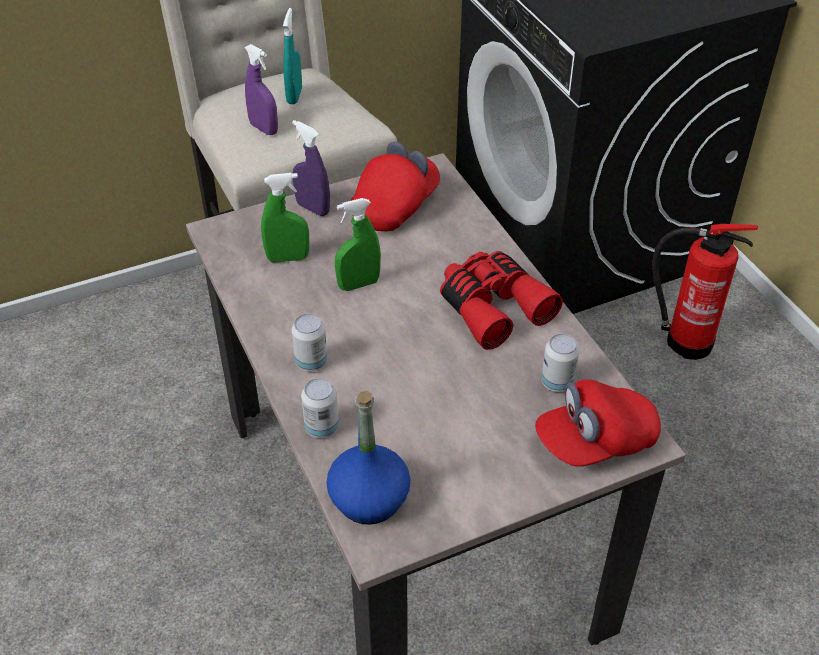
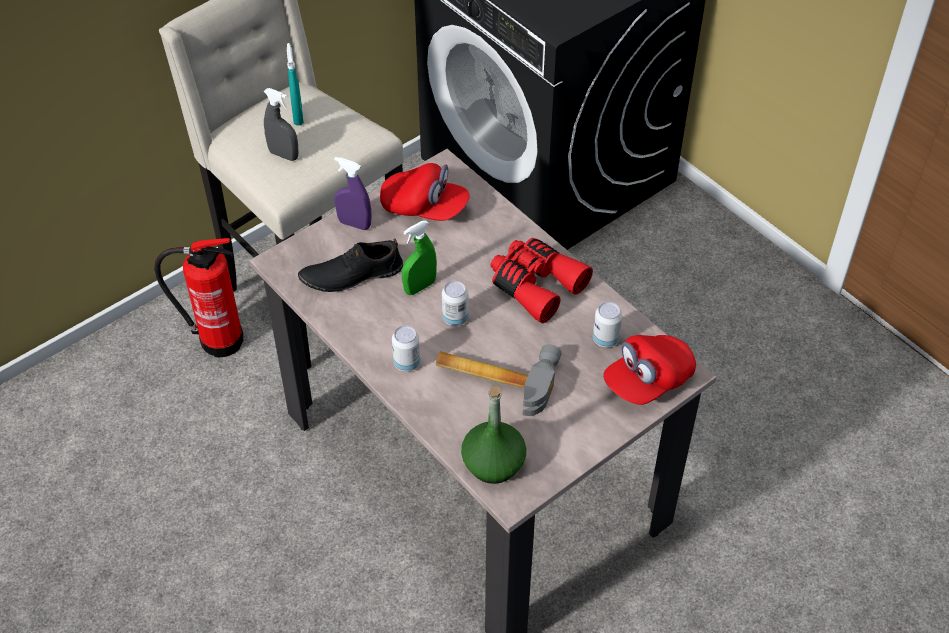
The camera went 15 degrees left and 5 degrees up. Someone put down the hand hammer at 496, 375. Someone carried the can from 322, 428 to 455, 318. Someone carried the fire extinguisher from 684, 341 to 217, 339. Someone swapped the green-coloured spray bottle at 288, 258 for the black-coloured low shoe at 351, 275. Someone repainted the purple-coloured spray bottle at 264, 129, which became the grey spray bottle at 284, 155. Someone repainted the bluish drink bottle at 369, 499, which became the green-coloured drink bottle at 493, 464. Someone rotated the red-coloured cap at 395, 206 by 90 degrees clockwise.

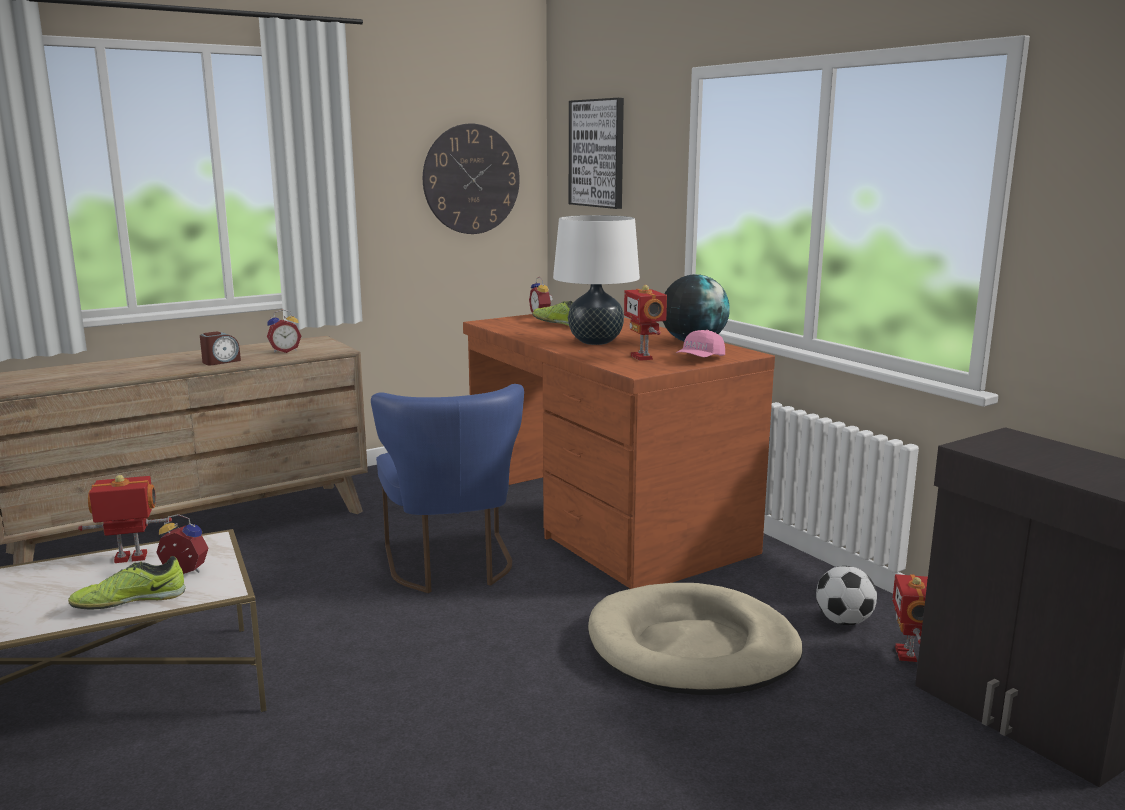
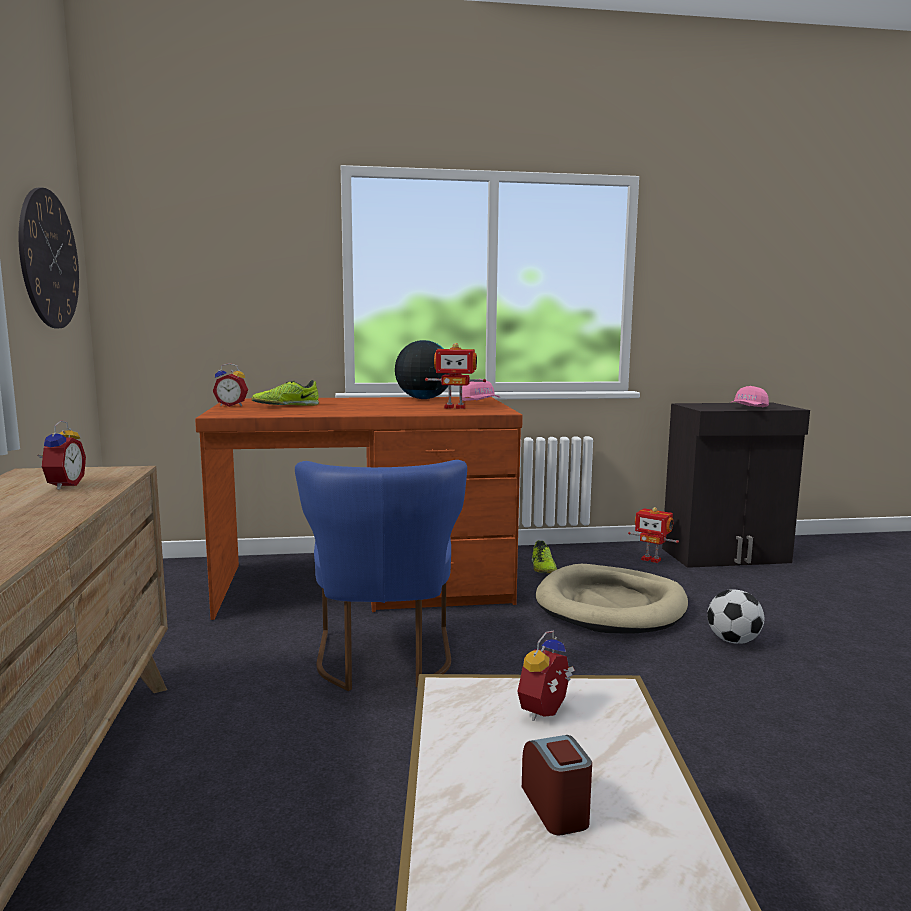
The camera went 65 degrees left and 5 degrees down. Someone took away the toy robot at 130, 558. Someone took away the white-coloured tabletop lamp at 595, 342. Someone took away the wall art at 597, 153. Someone put down the pink-coloured cap at 748, 408. Someone carried the low shoe from 129, 601 to 543, 569. Someone carried the table clock from 221, 361 to 556, 807. Someone carried the ball for football from 843, 621 to 733, 641. Someone rotated the bluish upright chair at 451, 566 by 75 degrees clockwise.

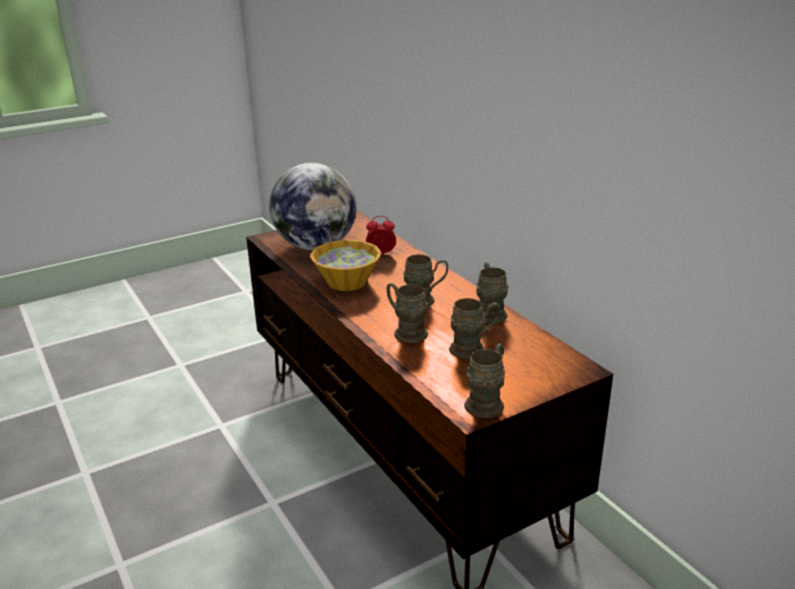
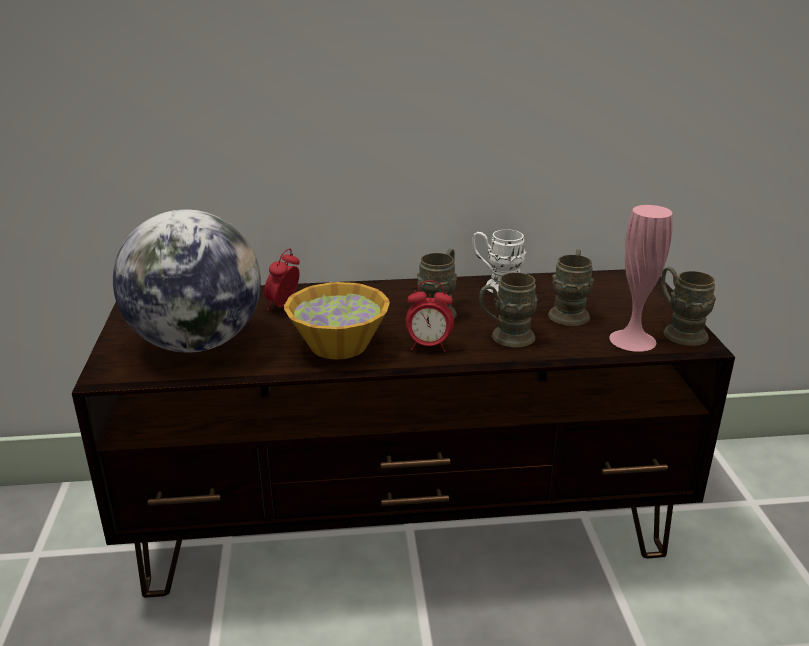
The camera went 65 degrees left and 0 degrees up. Someone put down the table clock at 428, 346. Someone put down the pink-coloured flower vase at 632, 340. Someone repainted the brown-coloured mug at 489, 312, which became the white-coloured mug at 496, 285.

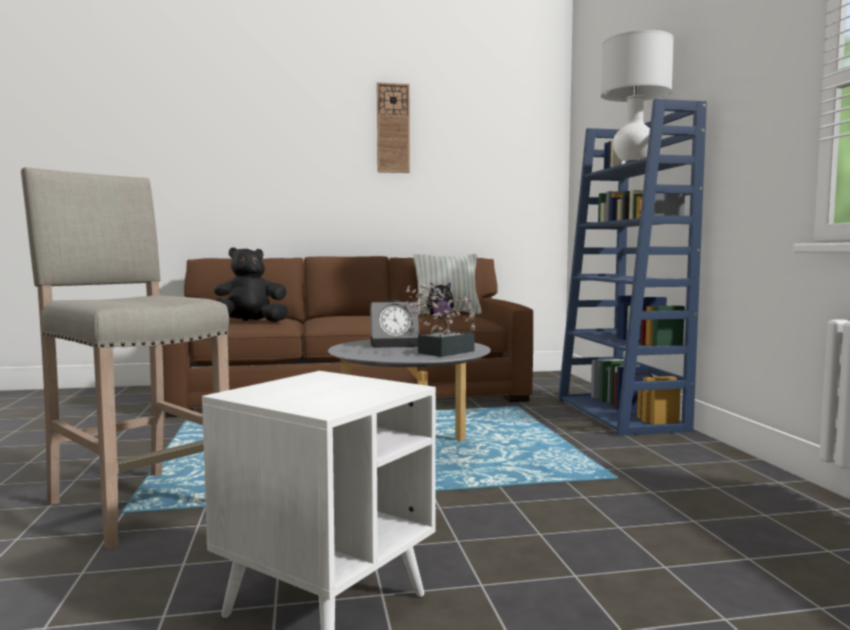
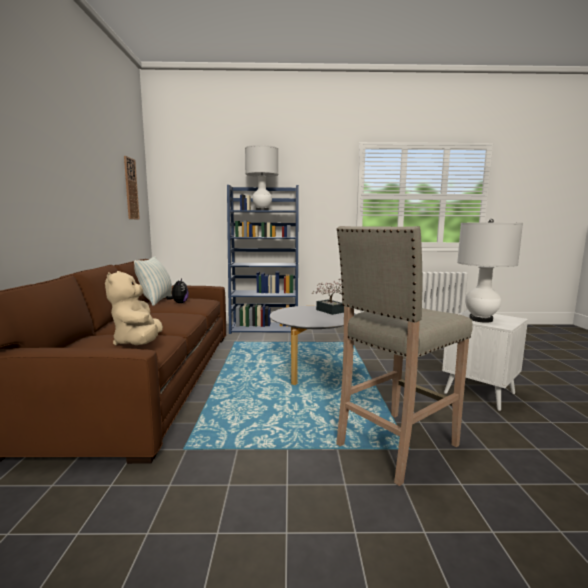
The camera went 80 degrees left and 5 degrees up. Someone took away the table clock at 396, 344. Someone put down the white-coloured tabletop lamp at 481, 319. Someone carried the wall clock from 393, 128 to 131, 189. Someone repainted the black-coloured soft toy at 249, 322, which became the beige soft toy at 139, 343.

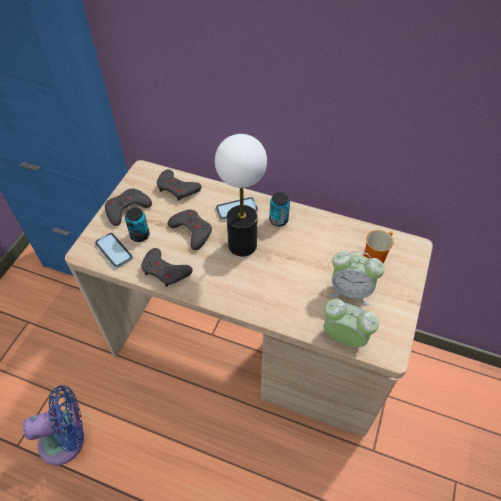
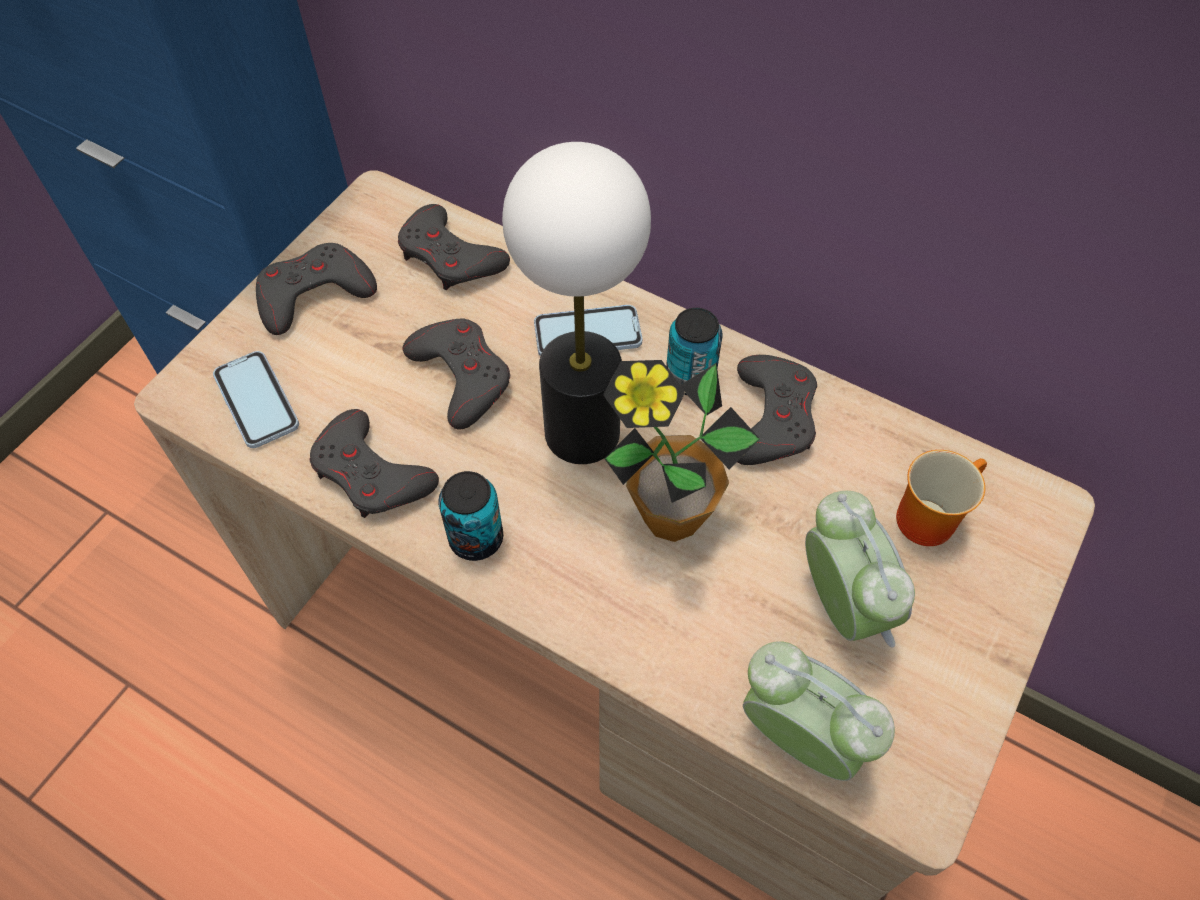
The camera went 10 degrees right and 5 degrees up. Someone took away the bluish electric fan at 67, 440. Someone put down the plant in a pot at 671, 516. Someone put down the grey game controller at 772, 417. Someone carried the can from 140, 235 to 476, 538. Someone rotated the table clock at 350, 291 by 135 degrees counterclockwise.

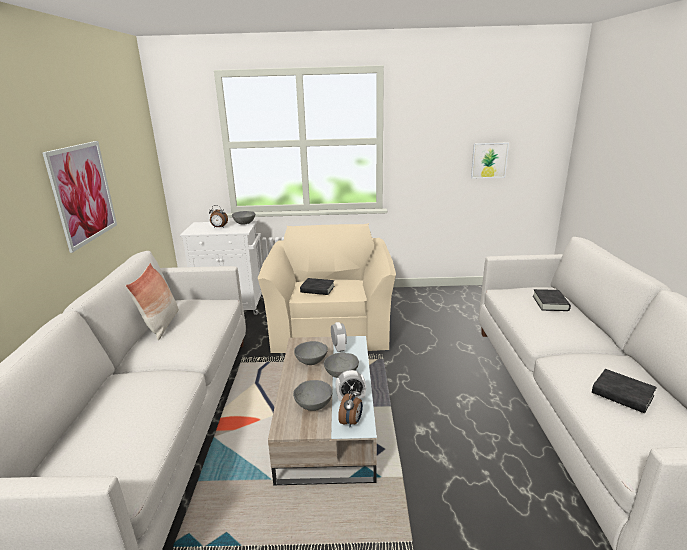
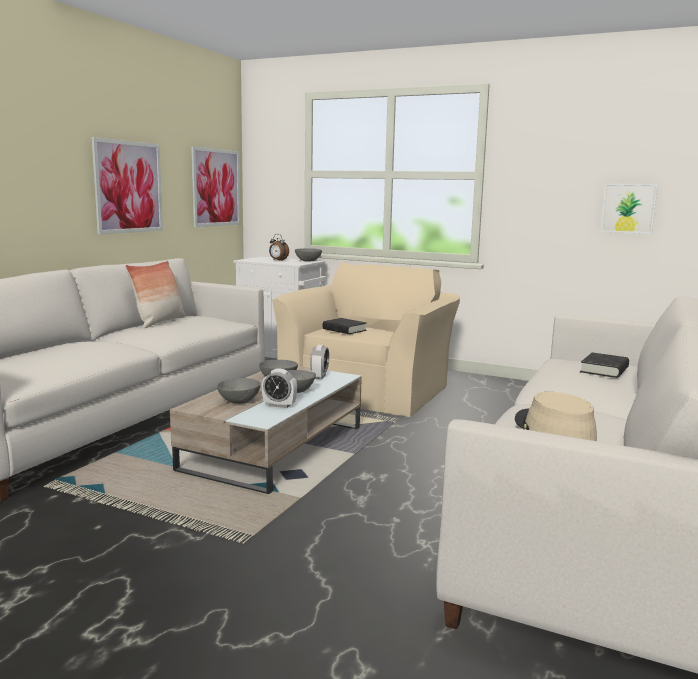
The camera went 25 degrees right and 10 degrees down. Someone took away the table clock at 351, 422. Someone put up the wall art at 216, 187. Someone swapped the black-coloured book at 622, 395 for the beige wearable hat at 553, 430.

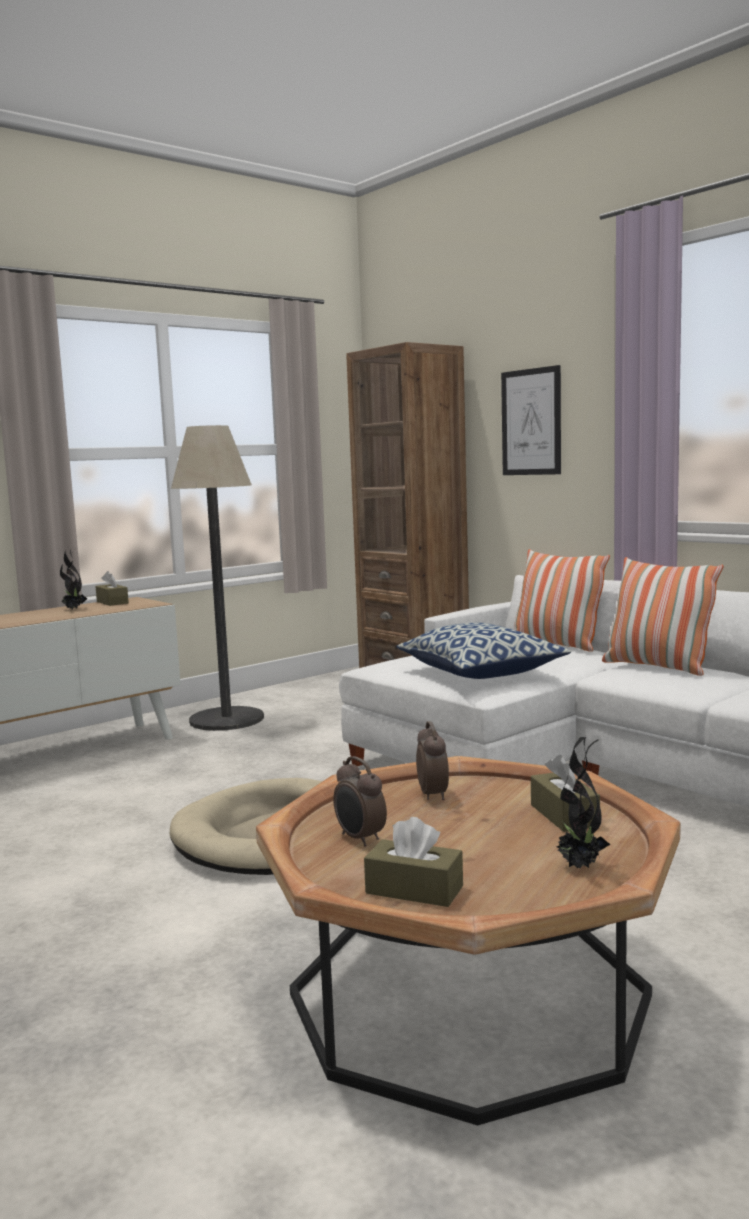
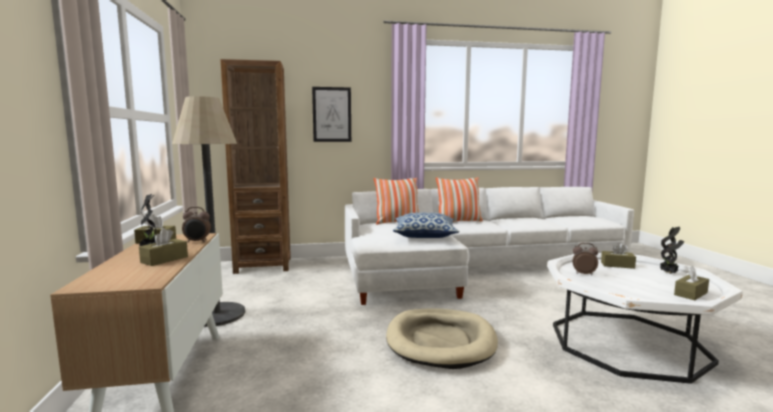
The camera went 60 degrees left and 0 degrees up. Someone put down the brown-coloured tissue holder at 164, 259. Someone carried the table clock from 359, 839 to 197, 241. Someone repainted the brown-coloured low table at 468, 995, which became the white-coloured low table at 627, 343.

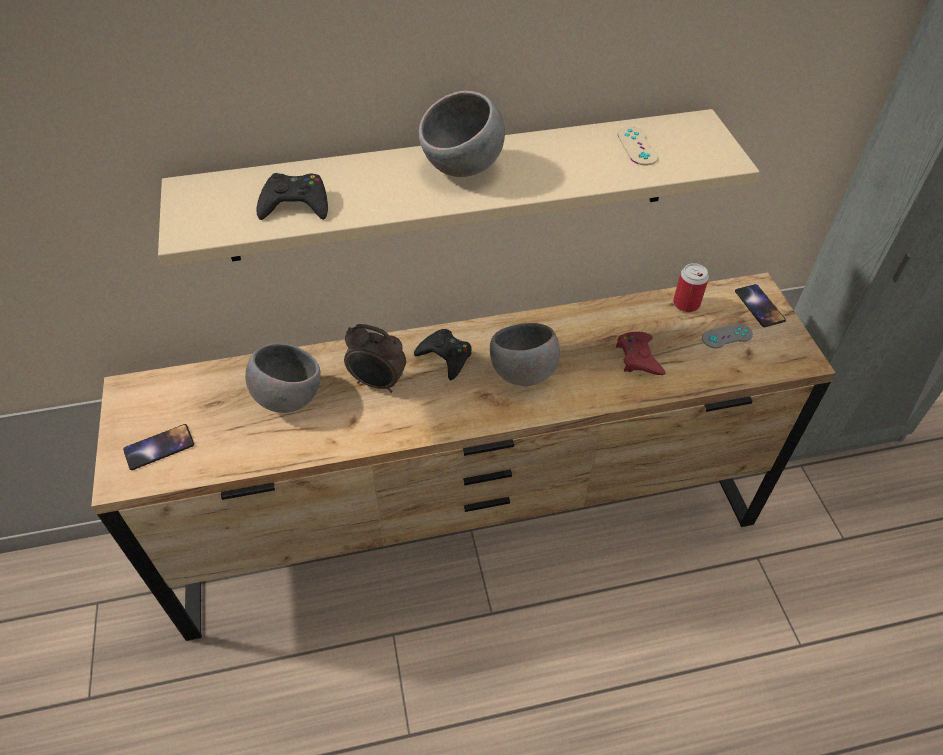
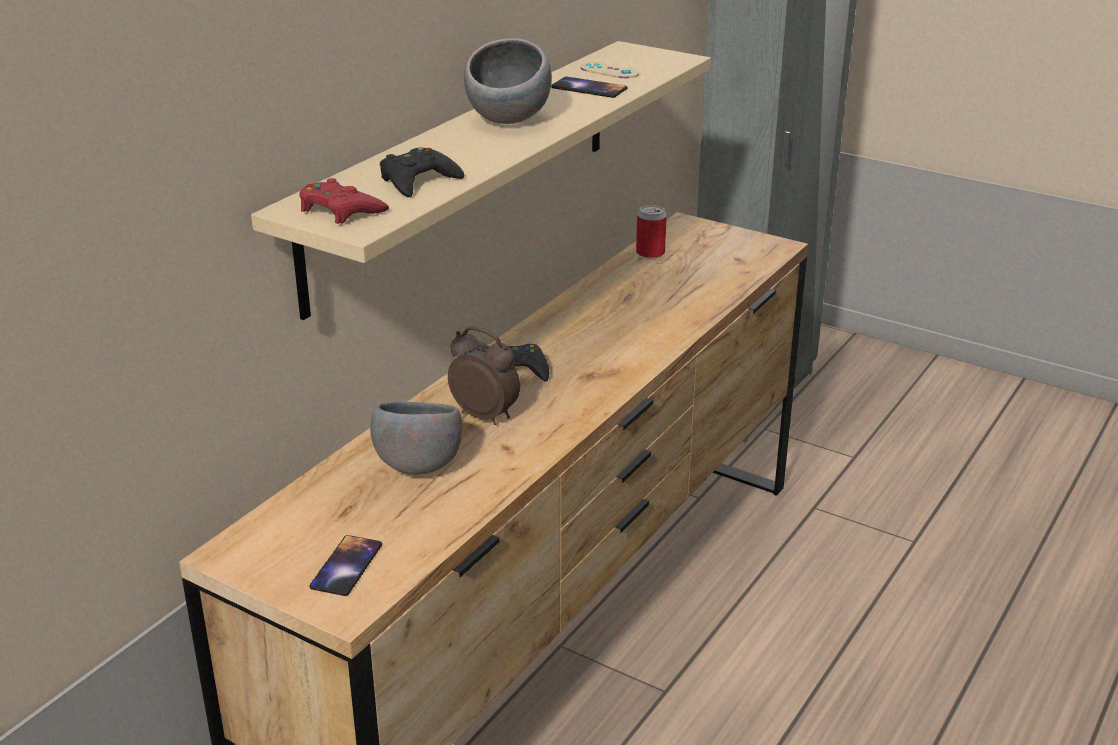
The camera went 45 degrees left and 20 degrees down. Someone took away the grey serving bowl at 523, 374. Someone took away the grey game controller at 727, 336. Someone carried the red-coloured game controller from 638, 358 to 340, 210. Someone carried the handset from 759, 306 to 589, 88. Someone rotated the table clock at 377, 383 by 120 degrees counterclockwise.

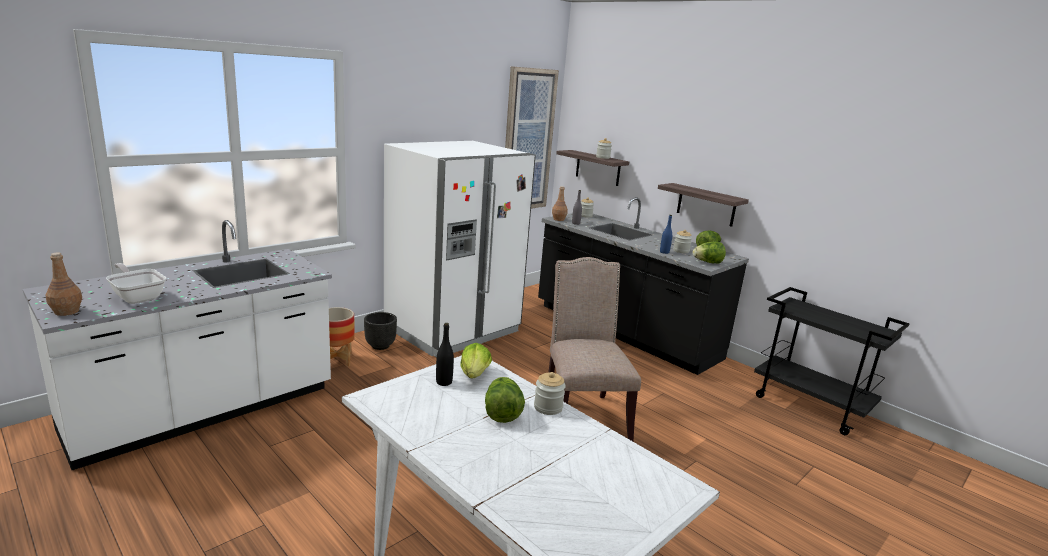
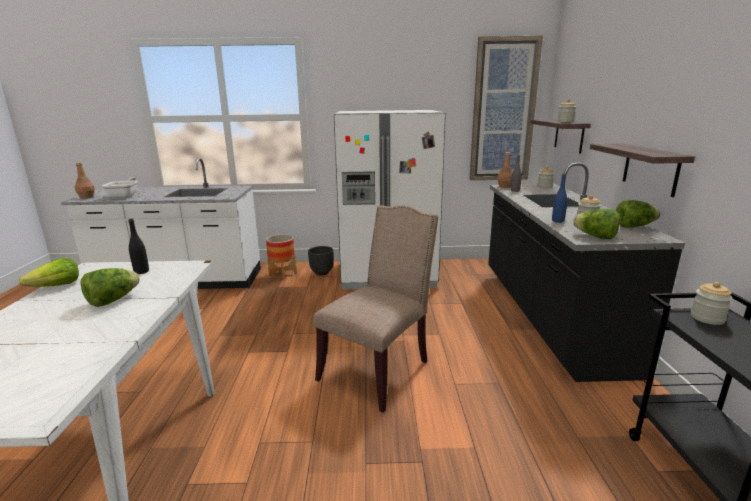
The camera went 45 degrees right and 0 degrees up. Someone carried the lettuce from 475, 374 to 56, 286. Someone carried the preserve jar from 548, 407 to 707, 318.

